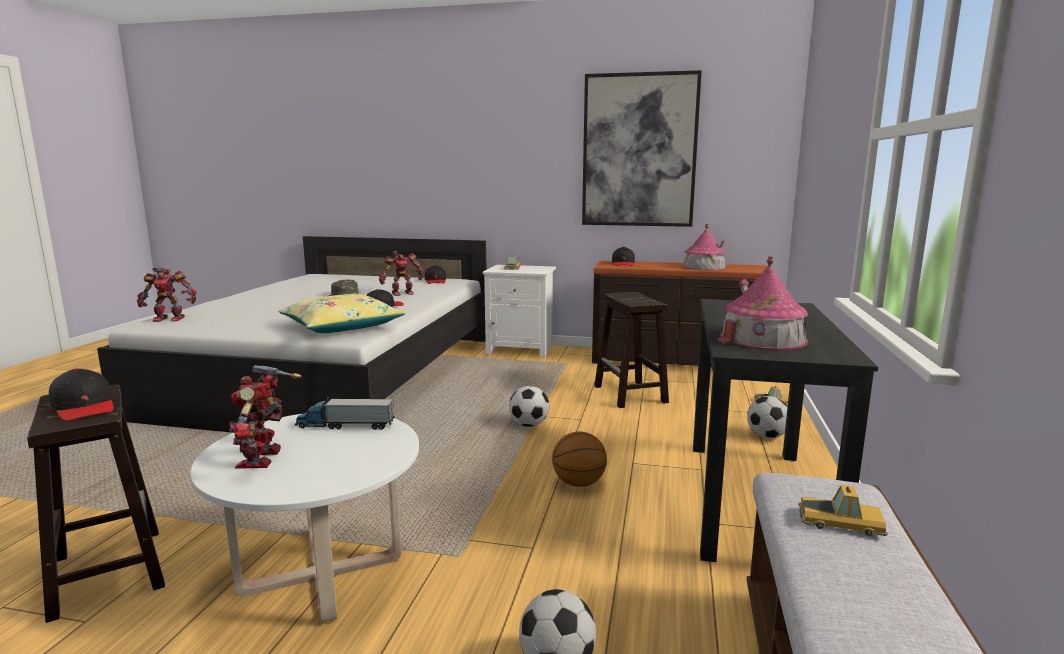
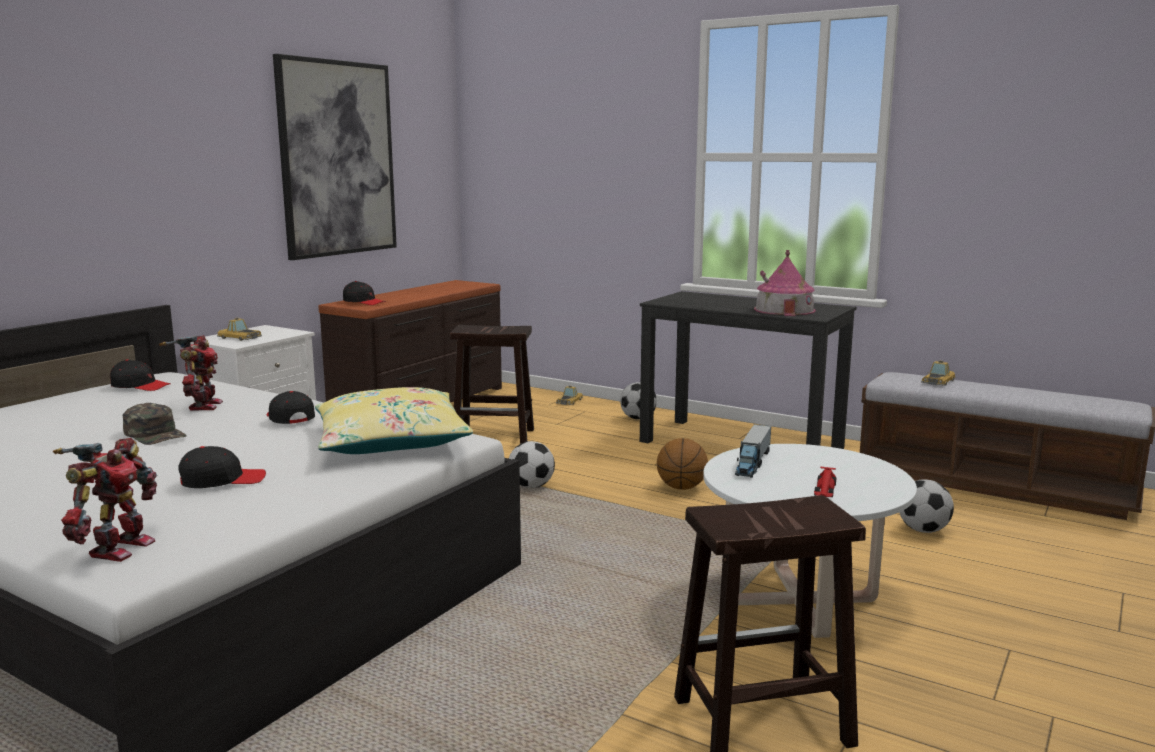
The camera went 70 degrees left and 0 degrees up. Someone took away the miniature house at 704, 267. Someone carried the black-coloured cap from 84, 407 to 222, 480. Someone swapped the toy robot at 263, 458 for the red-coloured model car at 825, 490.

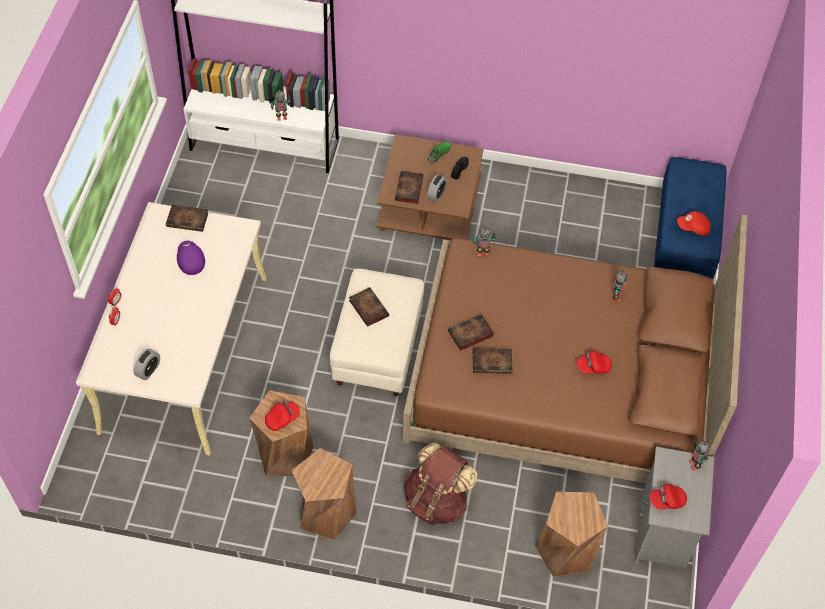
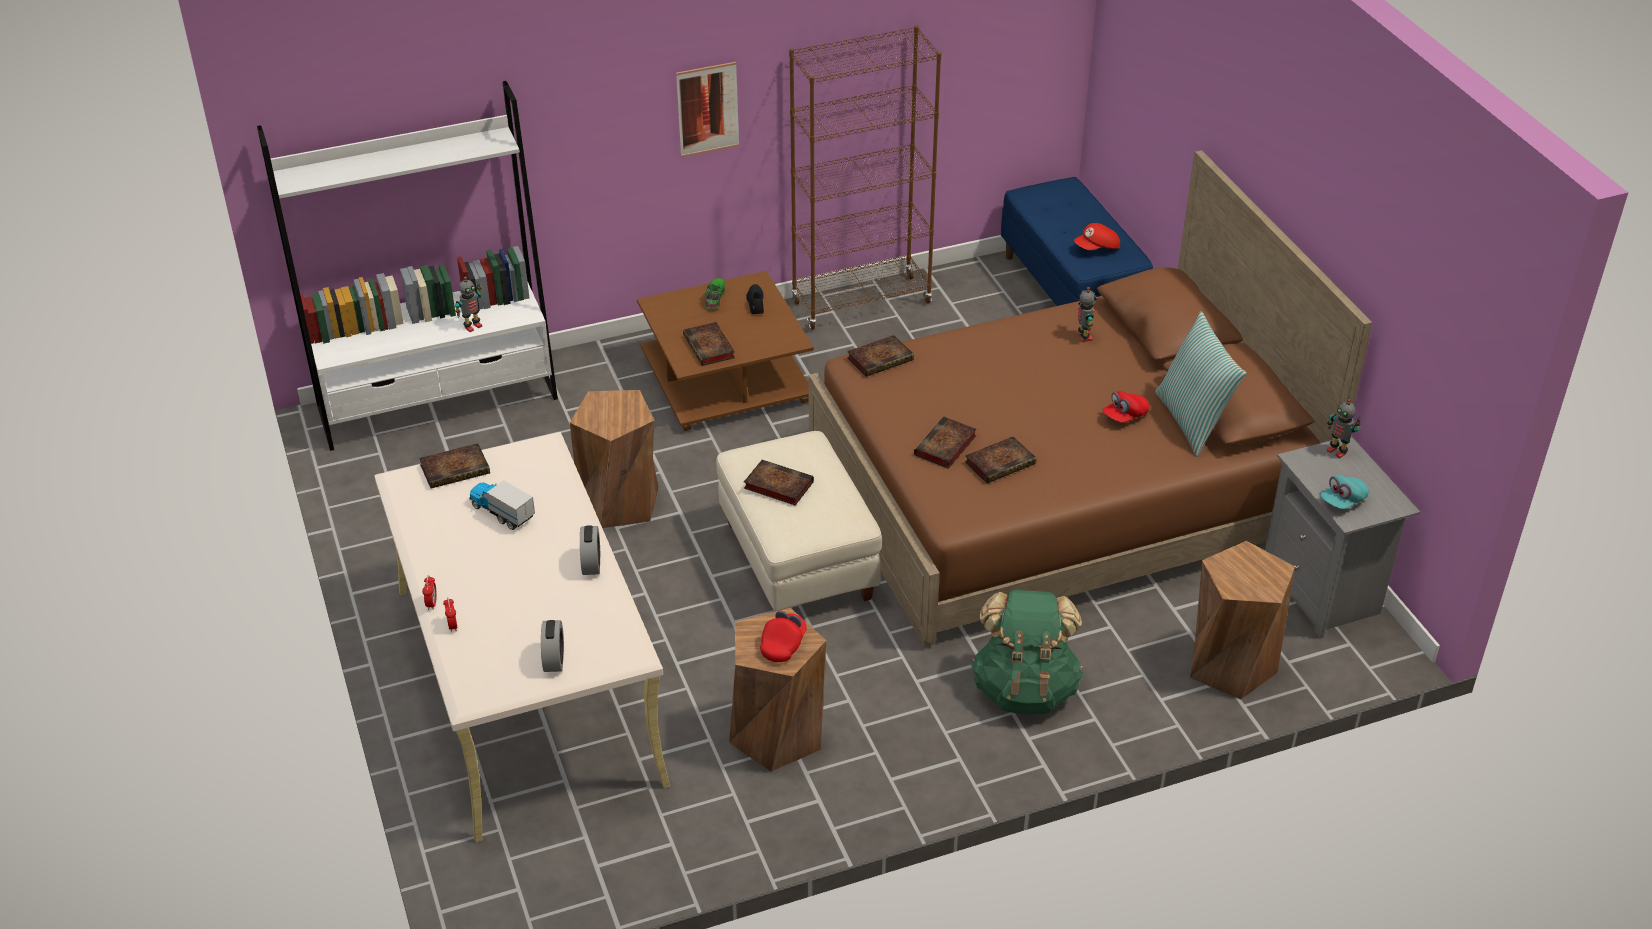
The camera went 30 degrees left and 15 degrees down. Someone put up the wall art at 707, 109. Someone put down the brown-coloured shelving unit at 861, 302. Someone put down the cushion at 1193, 421. Someone carried the brown-coloured sitting stool from 325, 513 to 620, 502. Someone carried the table clock from 436, 194 to 591, 564. Someone swapped the purple-coloured cap at 190, 261 for the model truck at 502, 513. Someone swapped the toy robot at 482, 253 for the book at 881, 358. Someone repainted the brown-coloured backpack at 436, 500, which became the green-coloured backpack at 1025, 689. Someone repainted the red-coloured cap at 666, 501, which became the turquoise-coloured cap at 1342, 501.

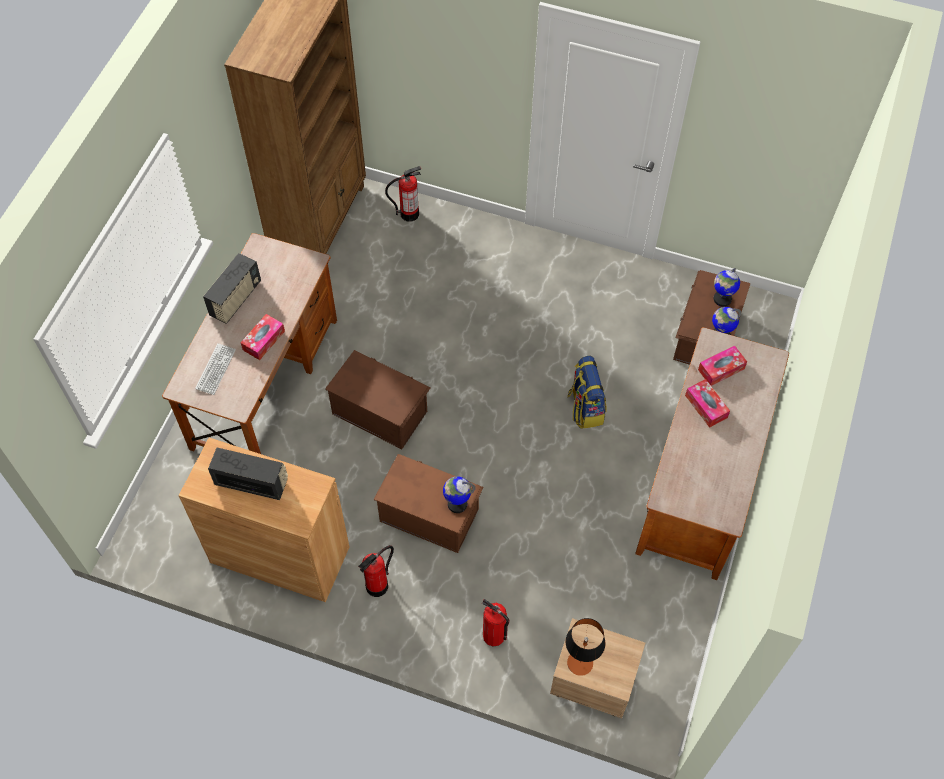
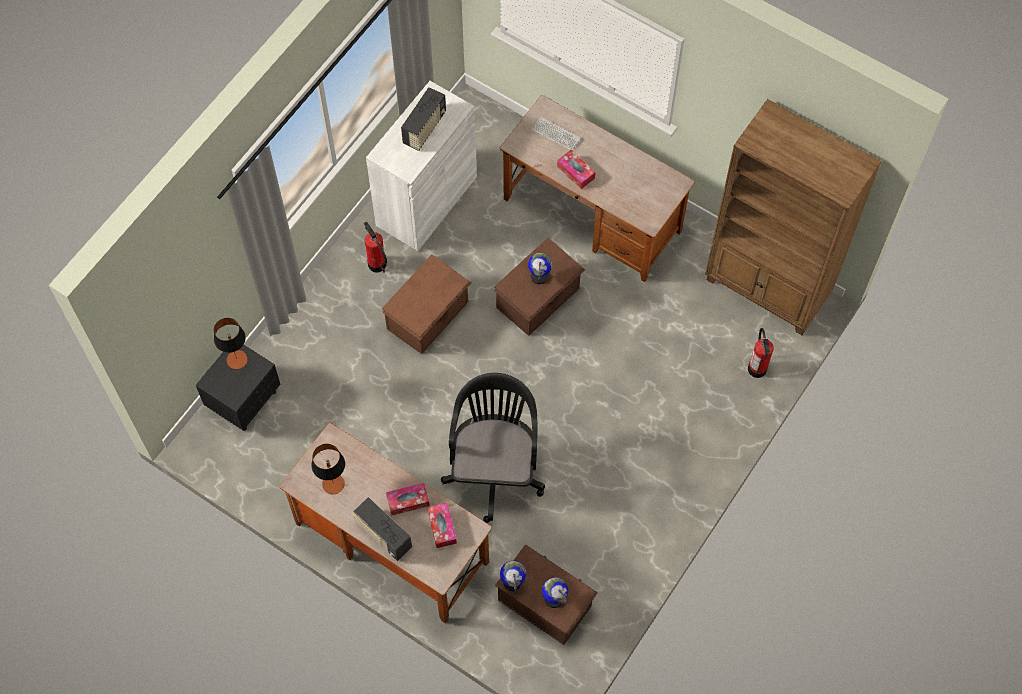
The camera went 105 degrees right and 5 degrees up. Someone took away the fire extinguisher at 494, 636. Someone put down the tabletop lamp at 333, 483. Someone carried the radio receiver from 236, 299 to 383, 535. Someone carried the desk globe from 457, 504 to 539, 276. Someone swapped the backpack at 585, 408 for the black-coloured office chair at 494, 467. Someone repainted the brown-coloured storage cabinet at 280, 554, which became the white-coloured storage cabinet at 426, 201. Someone repainted the beige night table at 591, 682, which became the black-coloured night table at 245, 400.

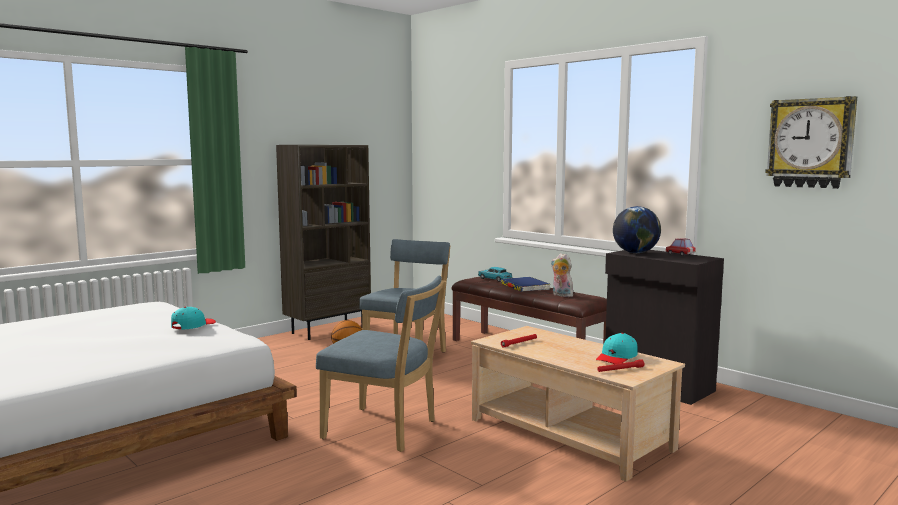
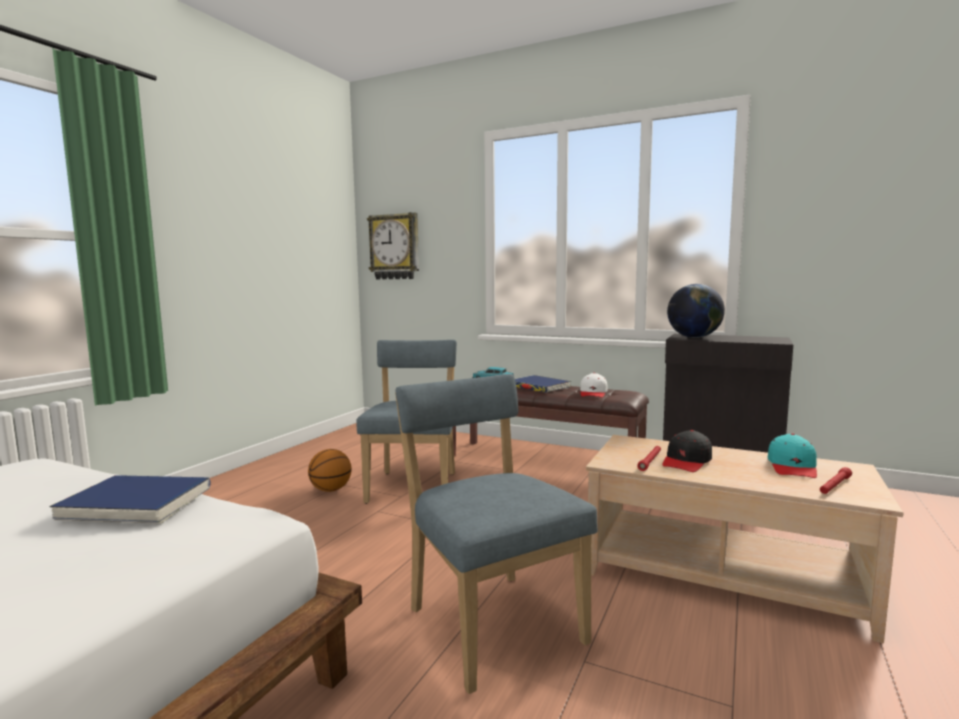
The camera went 20 degrees left and 0 degrees up. Someone took away the brown-coloured shelving unit at 328, 330. Someone took away the model car at 680, 254. Someone put down the black-coloured cap at 687, 461. Someone carried the wall clock from 810, 143 to 395, 247. Someone swapped the turquoise-coloured cap at 193, 326 for the bluish book at 136, 504. Someone swapped the soft toy at 561, 295 for the white-coloured cap at 593, 393. Someone rotated the bluish upright chair at 385, 430 by 120 degrees counterclockwise.

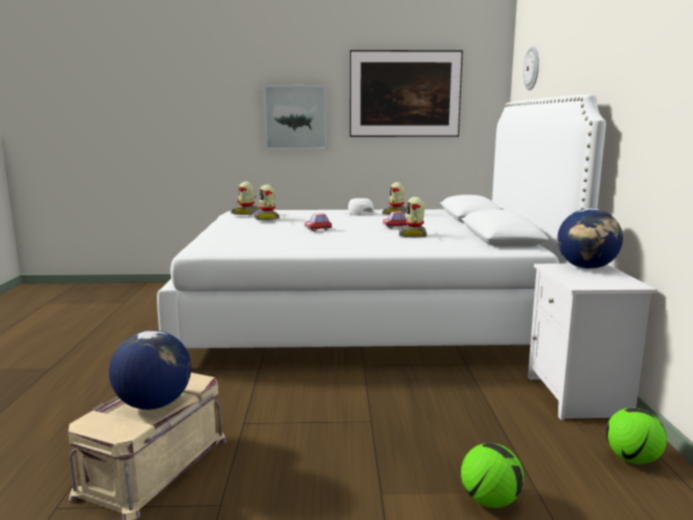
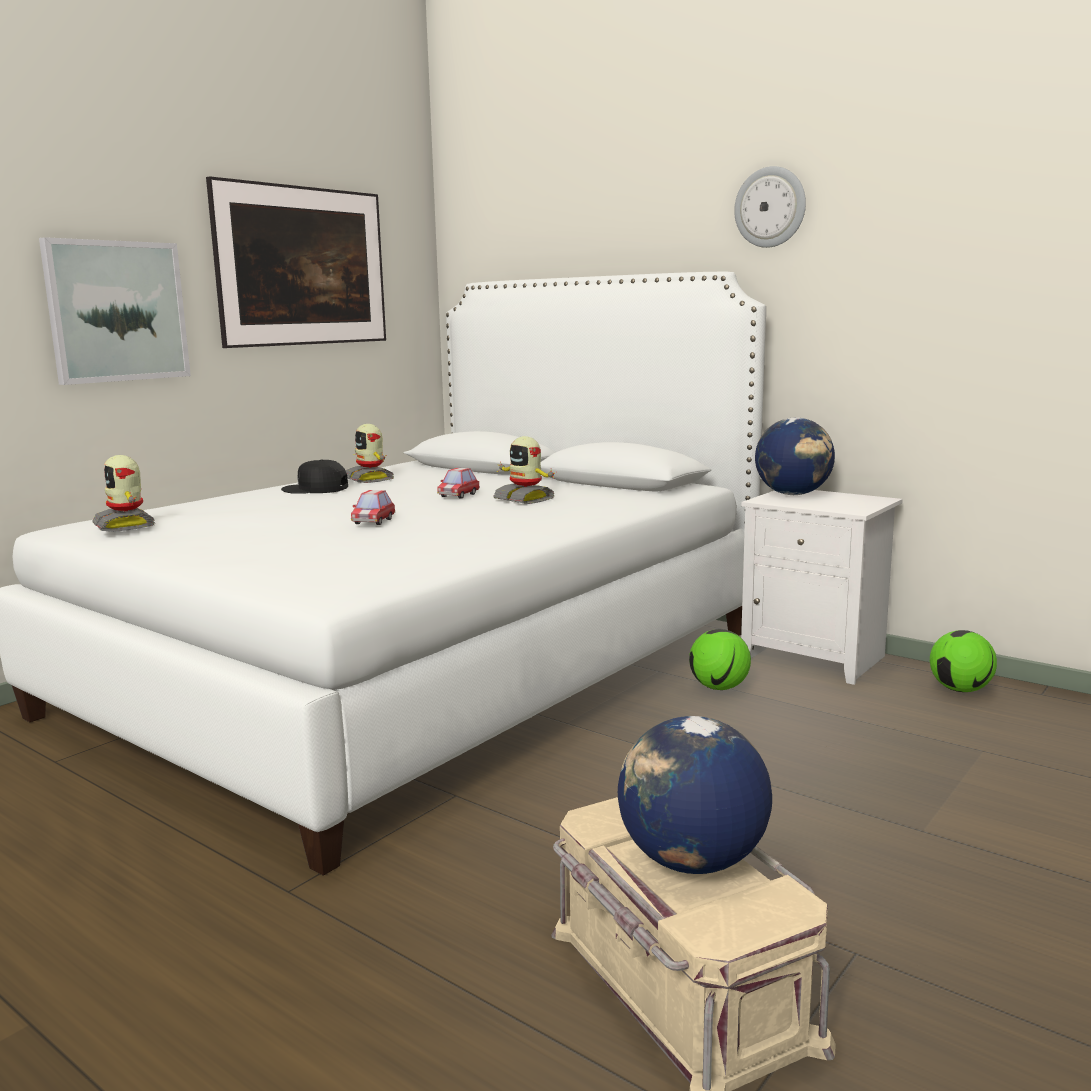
The camera went 50 degrees left and 0 degrees up. Someone took away the toy robot at 267, 218. Someone carried the ball for football from 490, 501 to 719, 687. Someone carried the wall clock from 532, 68 to 770, 207. Someone repainted the white-coloured cap at 358, 213, which became the black-coloured cap at 315, 489.

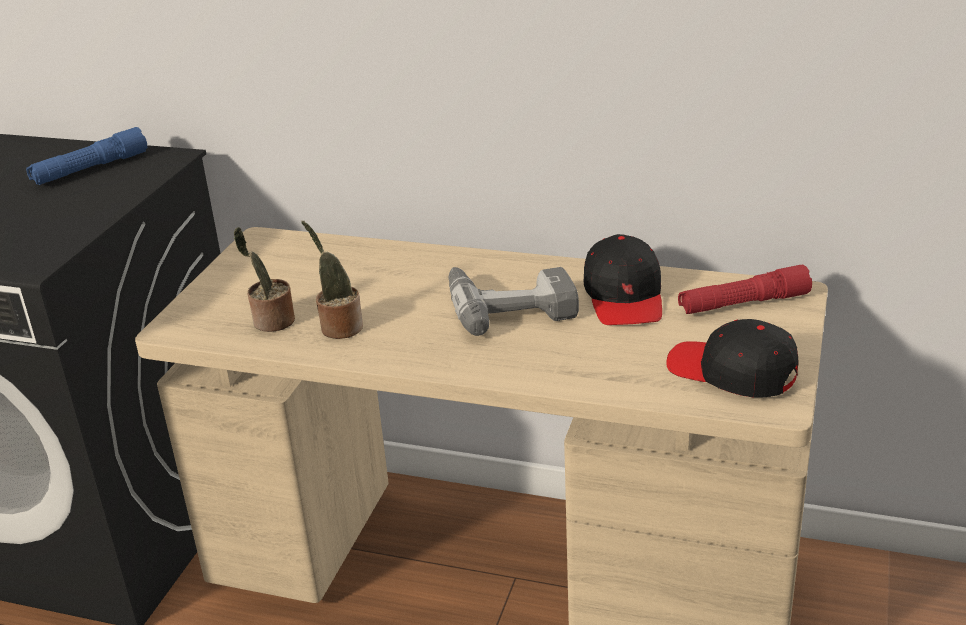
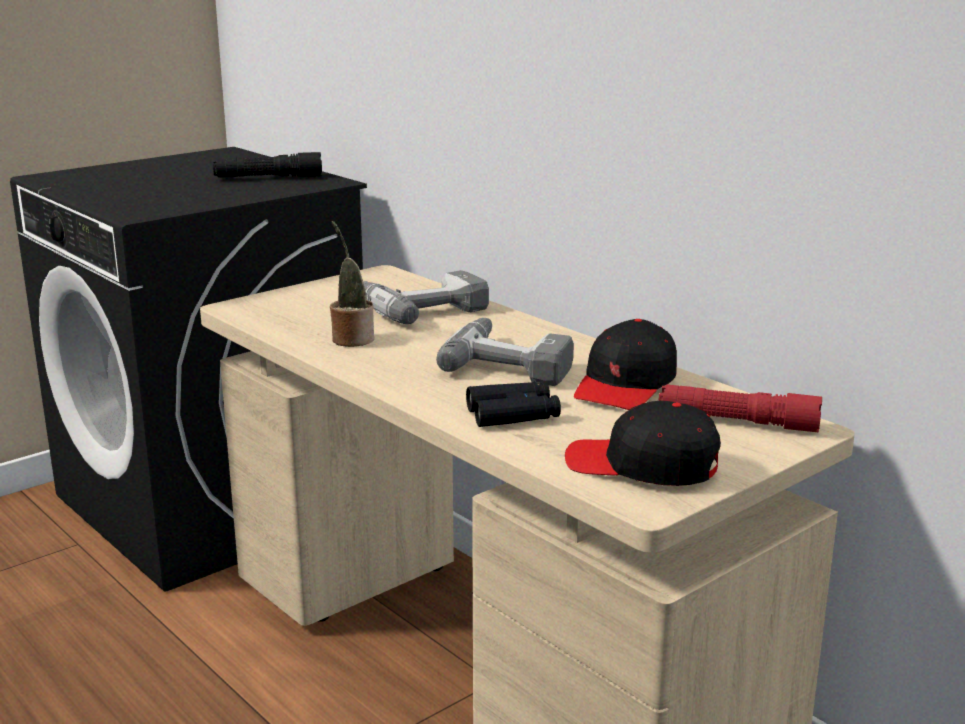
The camera went 30 degrees right and 10 degrees down. Someone took away the plant in a pot at 271, 322. Someone put down the drill at 419, 307. Someone put down the black-coloured binoculars at 513, 414. Someone repainted the bluish flashlight at 90, 169, which became the black-coloured flashlight at 268, 178. Someone rotated the black-coloured cap at 732, 372 by 45 degrees counterclockwise.

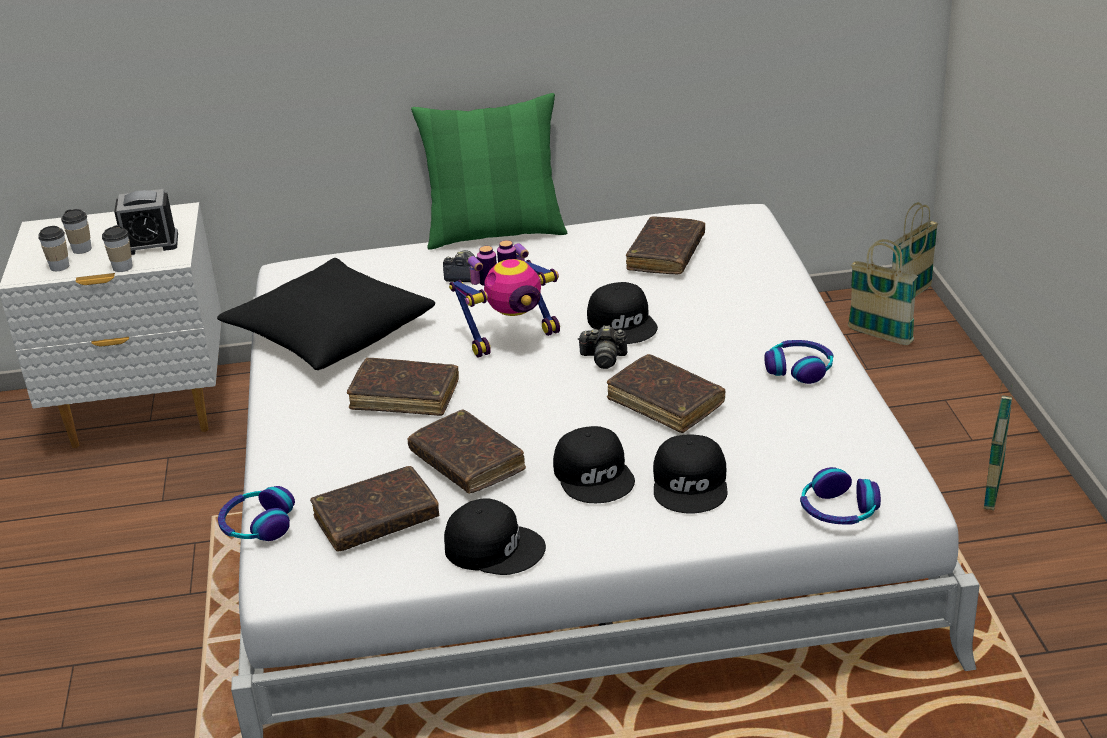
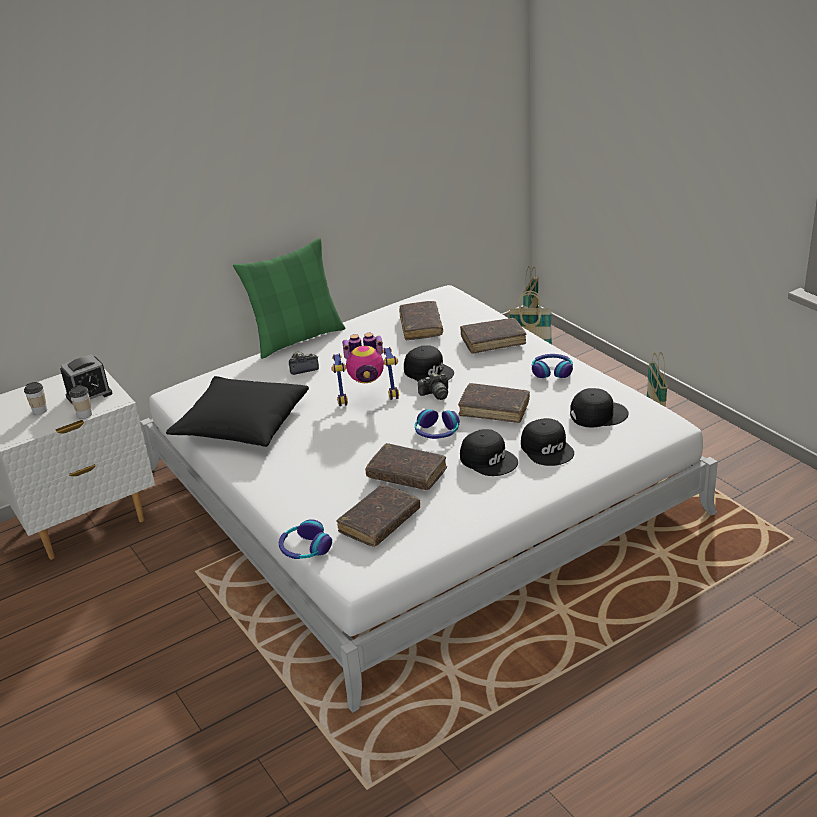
The camera went 25 degrees left and 0 degrees up. Someone took away the small cup at 59, 266. Someone carried the brown-coloured book from 405, 396 to 493, 341. Someone carried the black-coloured cap from 494, 547 to 597, 414. Someone carried the pair of headphones from 838, 510 to 437, 432. Someone rotated the toy robot at 511, 338 by 45 degrees clockwise.

